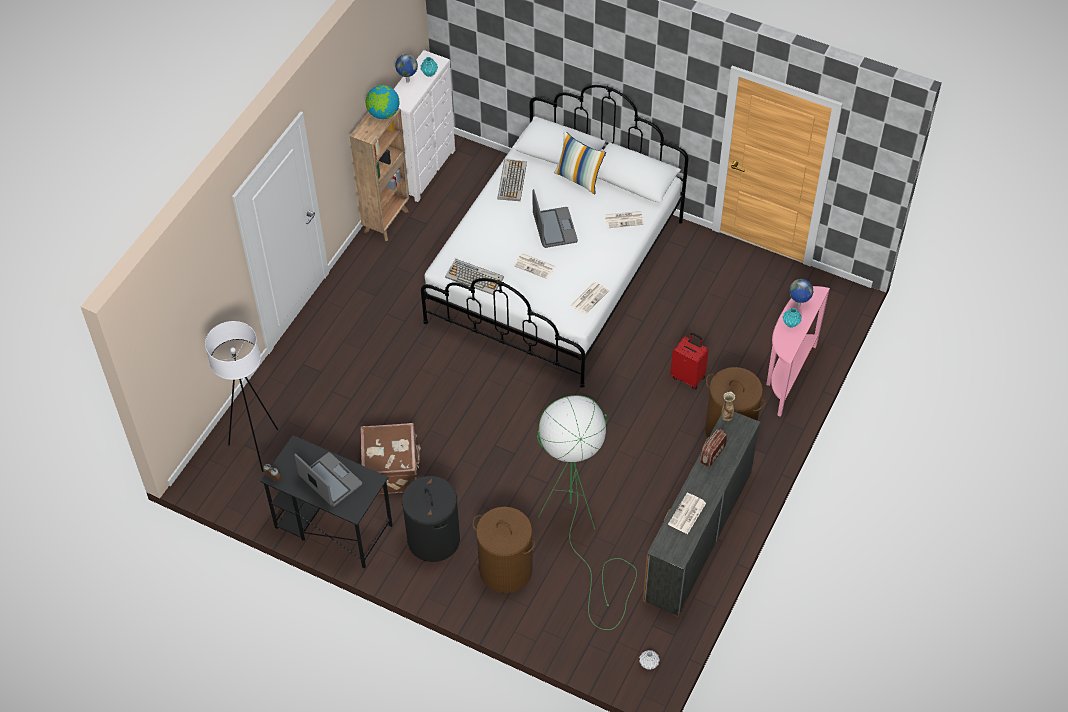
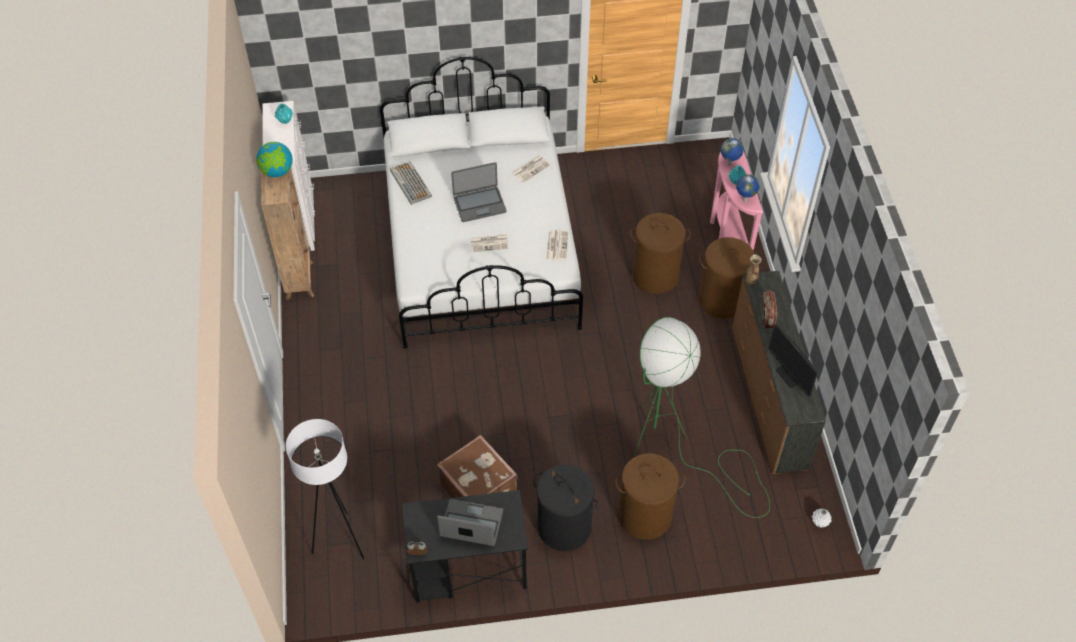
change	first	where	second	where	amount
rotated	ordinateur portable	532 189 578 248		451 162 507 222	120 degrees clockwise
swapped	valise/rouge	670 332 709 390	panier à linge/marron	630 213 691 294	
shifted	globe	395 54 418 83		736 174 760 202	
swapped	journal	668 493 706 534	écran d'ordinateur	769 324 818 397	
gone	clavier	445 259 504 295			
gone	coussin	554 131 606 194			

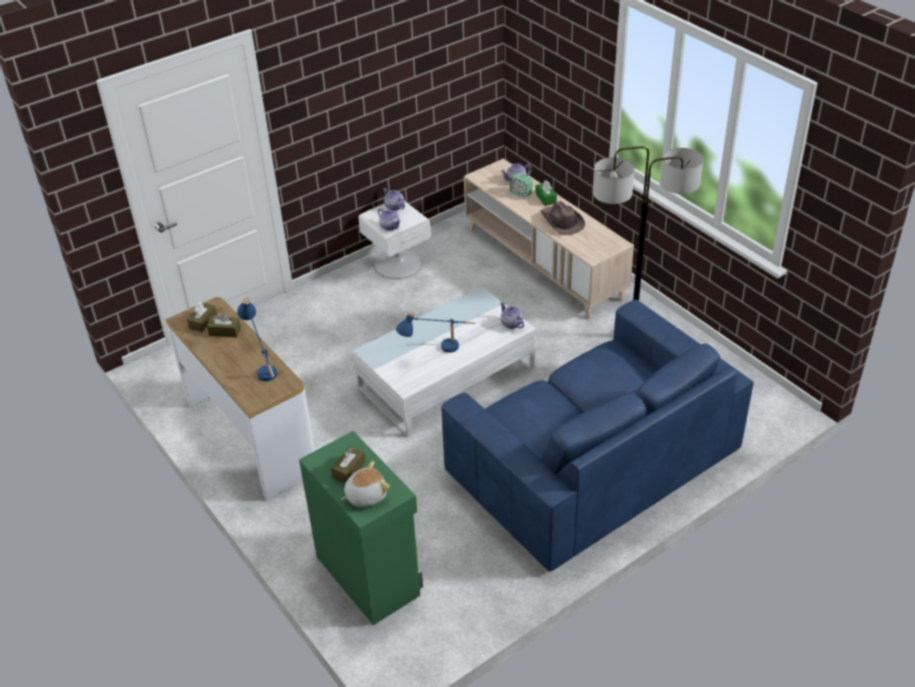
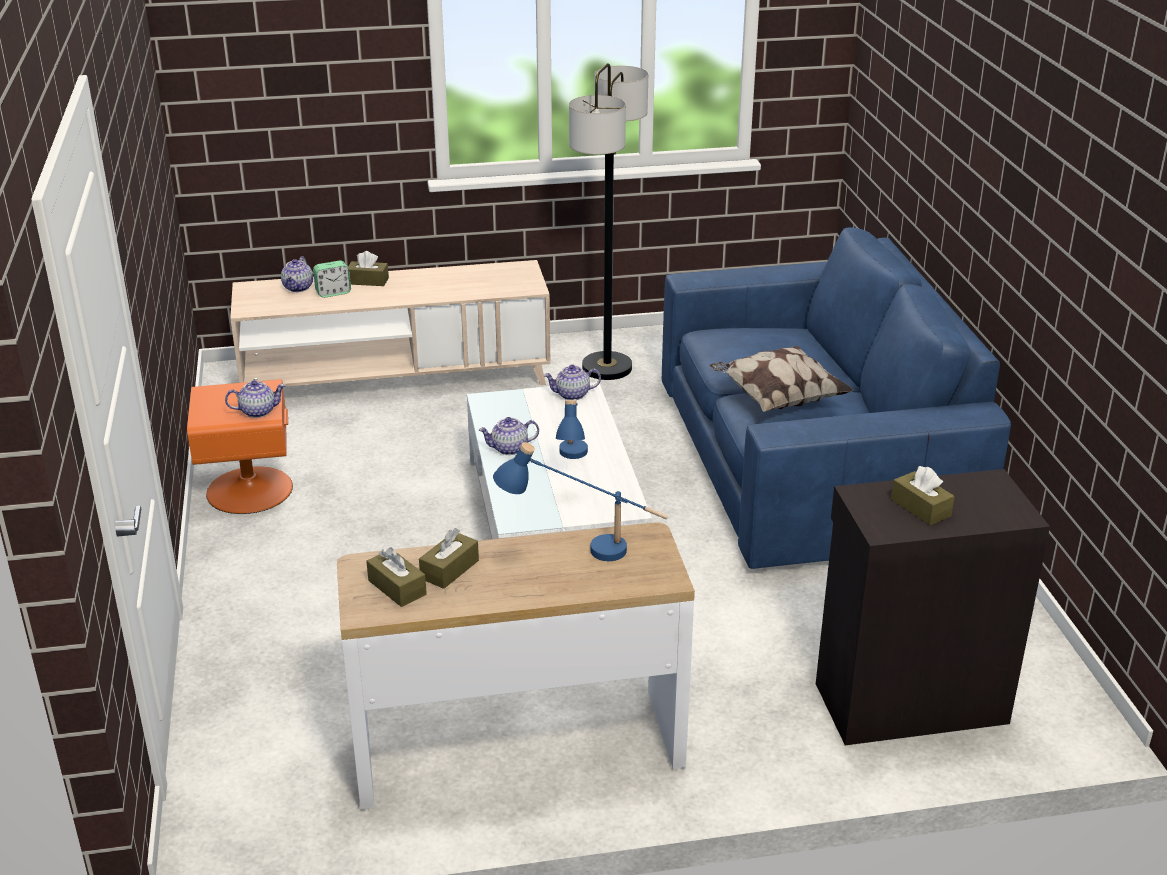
change	first	where	second	where	amount
repainted	table de chevet/blanc	358 201 431 279	table de chevet/orange	187 379 293 514	
repainted	boîte à mouchoirs/vert	535 180 557 206	boîte à mouchoirs/marron	348 251 389 286	
shifted	théière	383 188 405 211		479 417 539 455	
new			coussin	709 346 854 412	
repainted	meuble de rangement/vert	299 431 423 625	meuble de rangement/noir	816 469 1050 745	
gone	peluche	341 461 390 507			
gone	chapeau/marron	540 201 585 235			

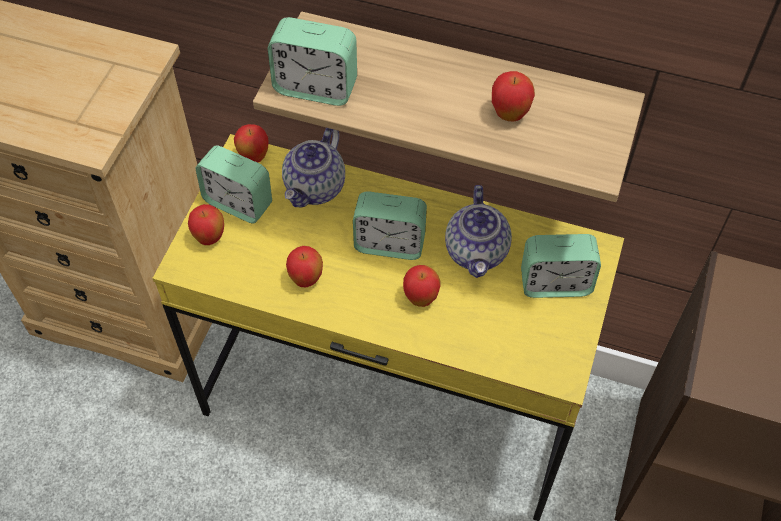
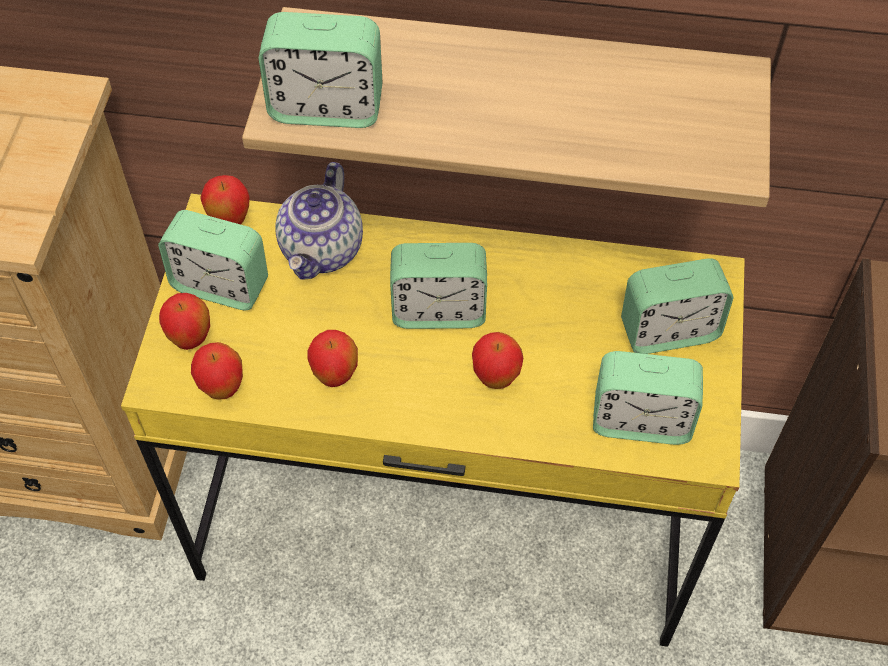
change	first	where	second	where	amount
shifted	pomme	492 71 535 122		191 342 243 400	
new			réveil	593 351 703 445	
gone	théière	445 185 512 278			

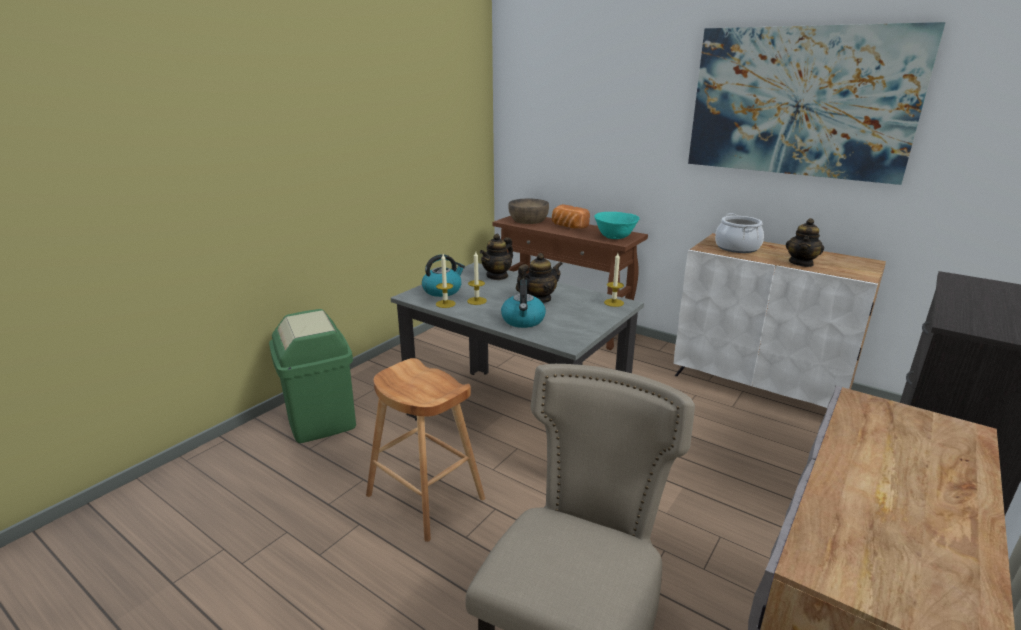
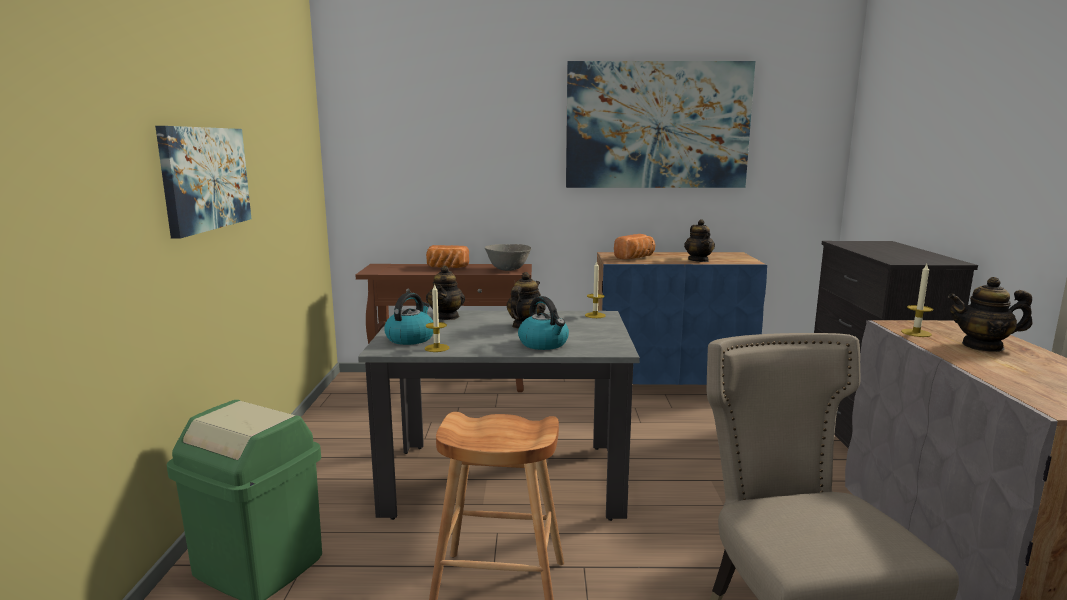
change	first	where	second	where	amount
new			tableau	155 126 251 239	
repainted	bol/turquoise	594 212 640 239	bol/gris	485 244 532 271	
repainted	meuble de rangement/blanc	674 233 886 408	meuble de rangement/bleu	597 252 767 385	
swapped	marmite	715 213 764 253	pain	614 234 655 259	
shifted	bougie	467 252 487 305		901 264 933 337	
new			théière	948 277 1032 352	
gone	bol/marron	508 199 549 224			

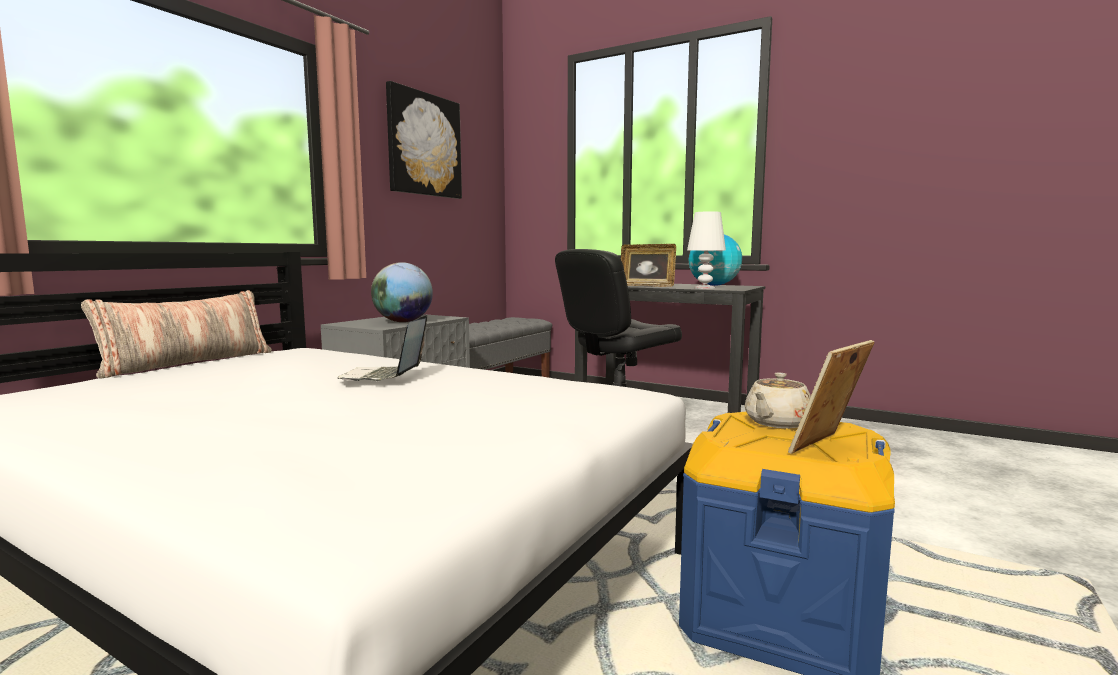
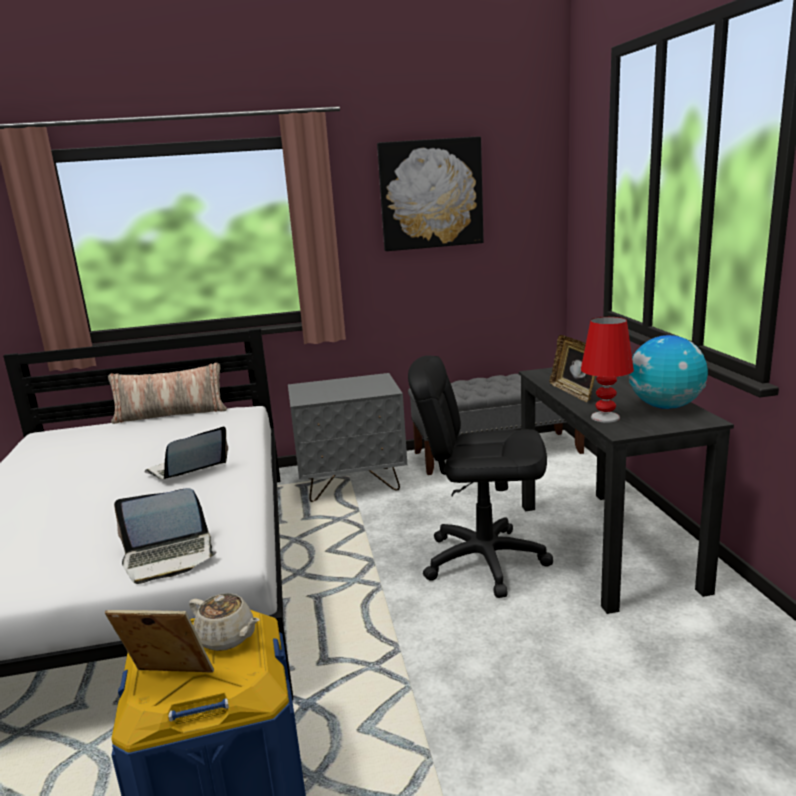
change	first	where	second	where	amount
new			ordinateur portable	114 488 217 584	
rotated	théière/beige	745 373 811 428		189 593 260 651	150 degrees counterclockwise
repainted	lampe de table/blanc	687 211 726 289	lampe de table/rouge	581 317 634 423	
gone	globe	371 262 433 322			

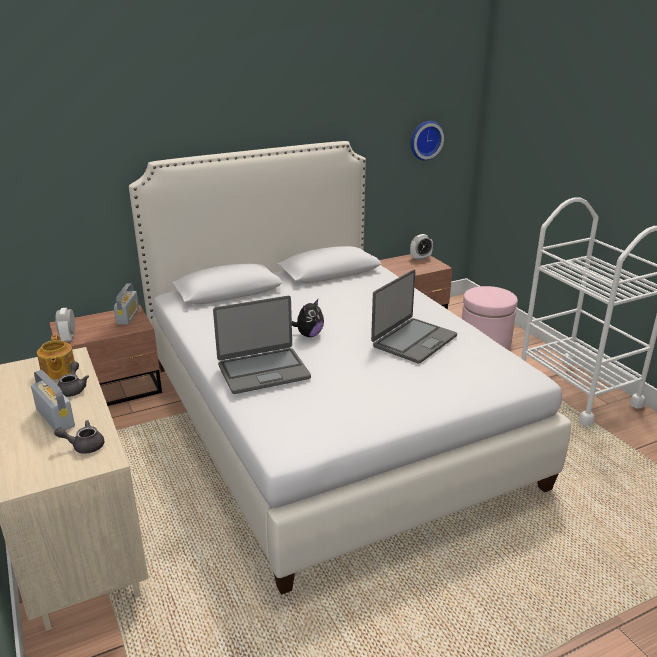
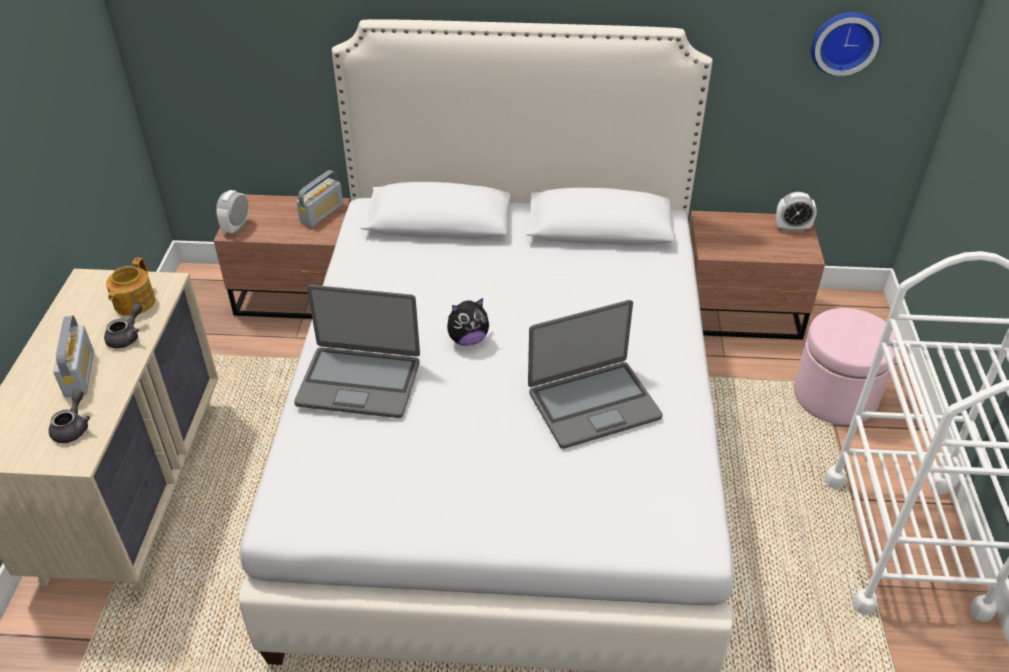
change	first	where	second	where	amount
rotated	théière/gris	54 420 104 454		49 390 90 443	75 degrees clockwise

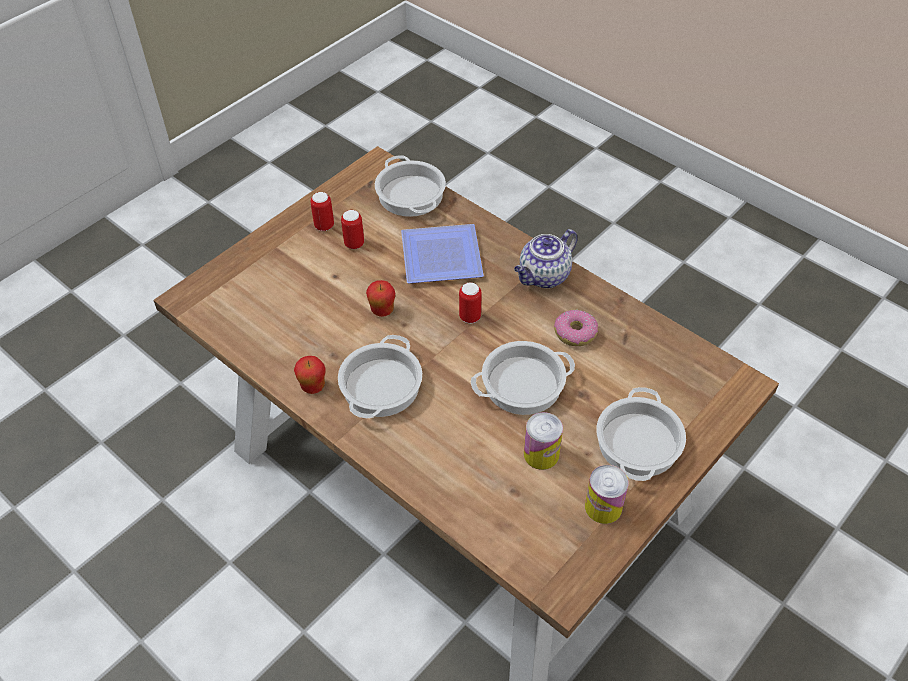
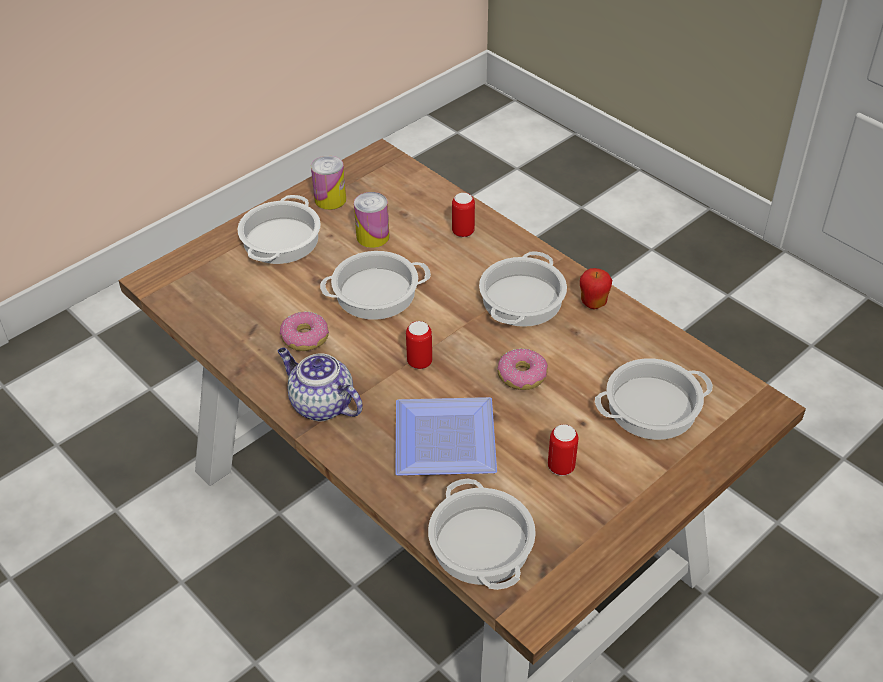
change	first	where	second	where	amount
rotated	théière	514 229 578 288		278 348 363 421	105 degrees counterclockwise
shifted	boîte métallique	310 192 334 231		452 193 475 237	
swapped	pomme	366 280 395 317	beignet	497 349 548 390	
new			marmite	595 358 713 440	

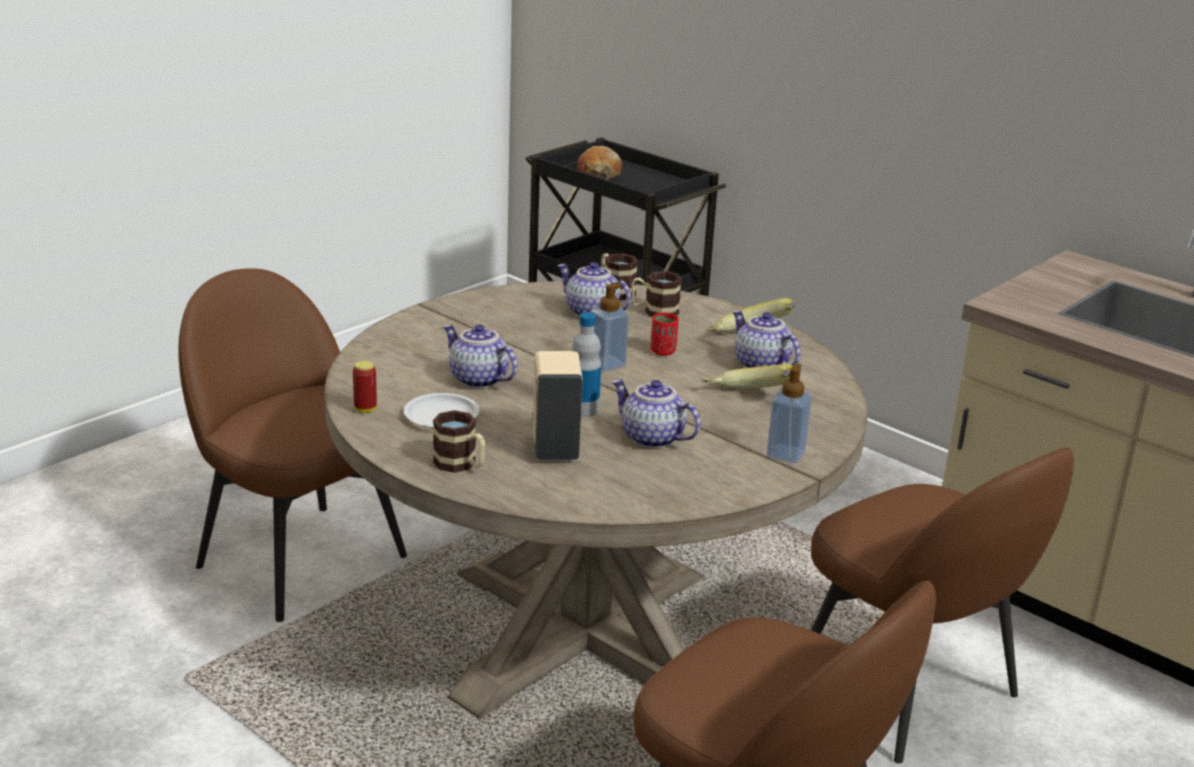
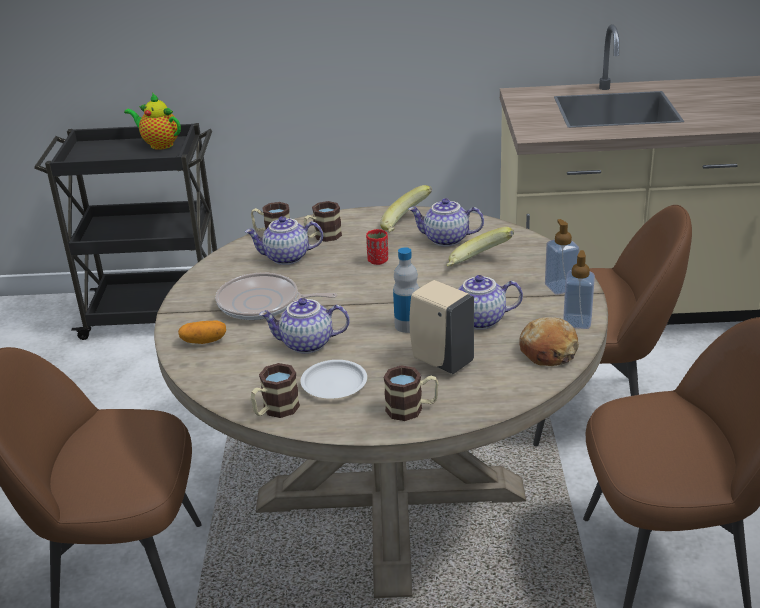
change	first	where	second	where	amount
new			théière	124 93 181 150	
new			pomme de terre	178 320 226 344	
new			poêle	216 273 337 320	
swapped	boîte métallique	353 361 377 413	mug	251 363 300 418	
shifted	pain	577 146 622 180		519 317 579 366	
shifted	distributeur de savon	590 283 629 371		563 250 595 329	

